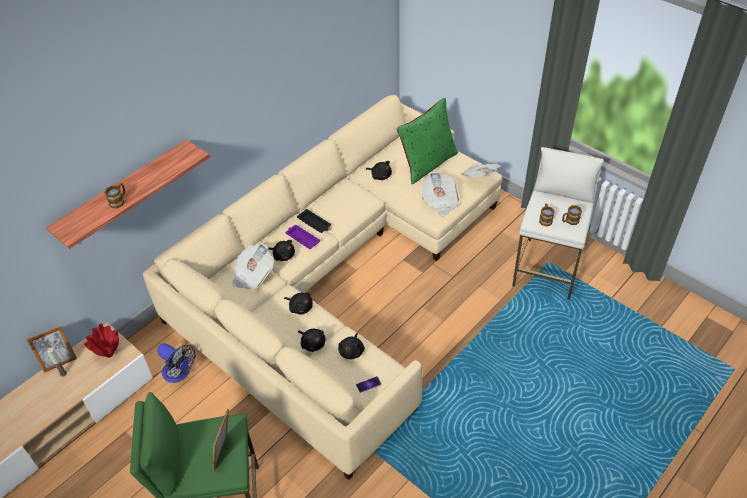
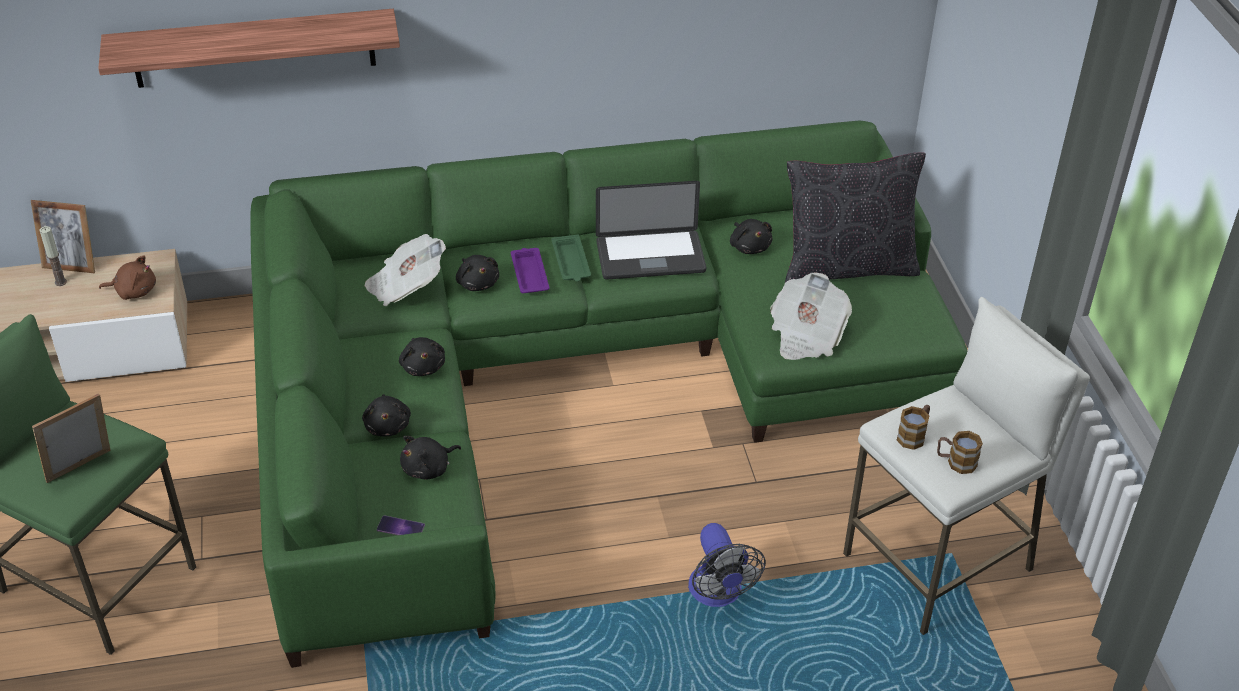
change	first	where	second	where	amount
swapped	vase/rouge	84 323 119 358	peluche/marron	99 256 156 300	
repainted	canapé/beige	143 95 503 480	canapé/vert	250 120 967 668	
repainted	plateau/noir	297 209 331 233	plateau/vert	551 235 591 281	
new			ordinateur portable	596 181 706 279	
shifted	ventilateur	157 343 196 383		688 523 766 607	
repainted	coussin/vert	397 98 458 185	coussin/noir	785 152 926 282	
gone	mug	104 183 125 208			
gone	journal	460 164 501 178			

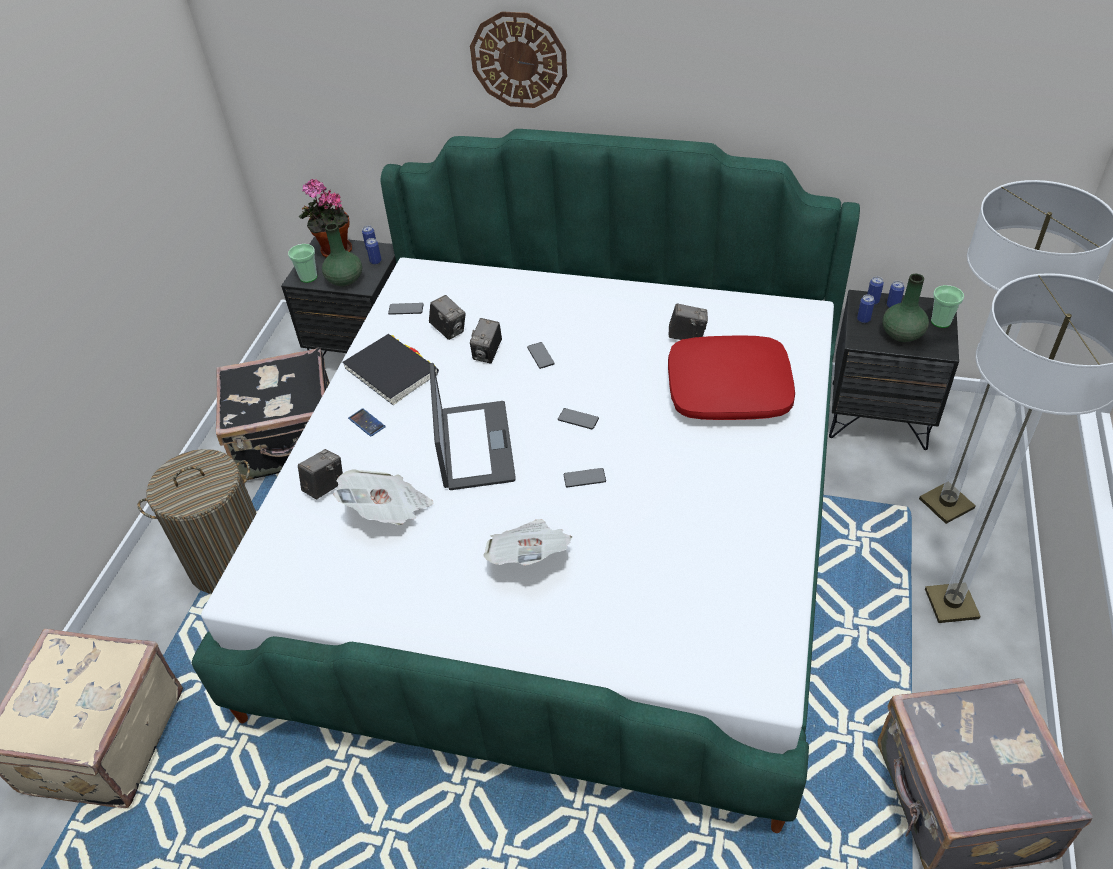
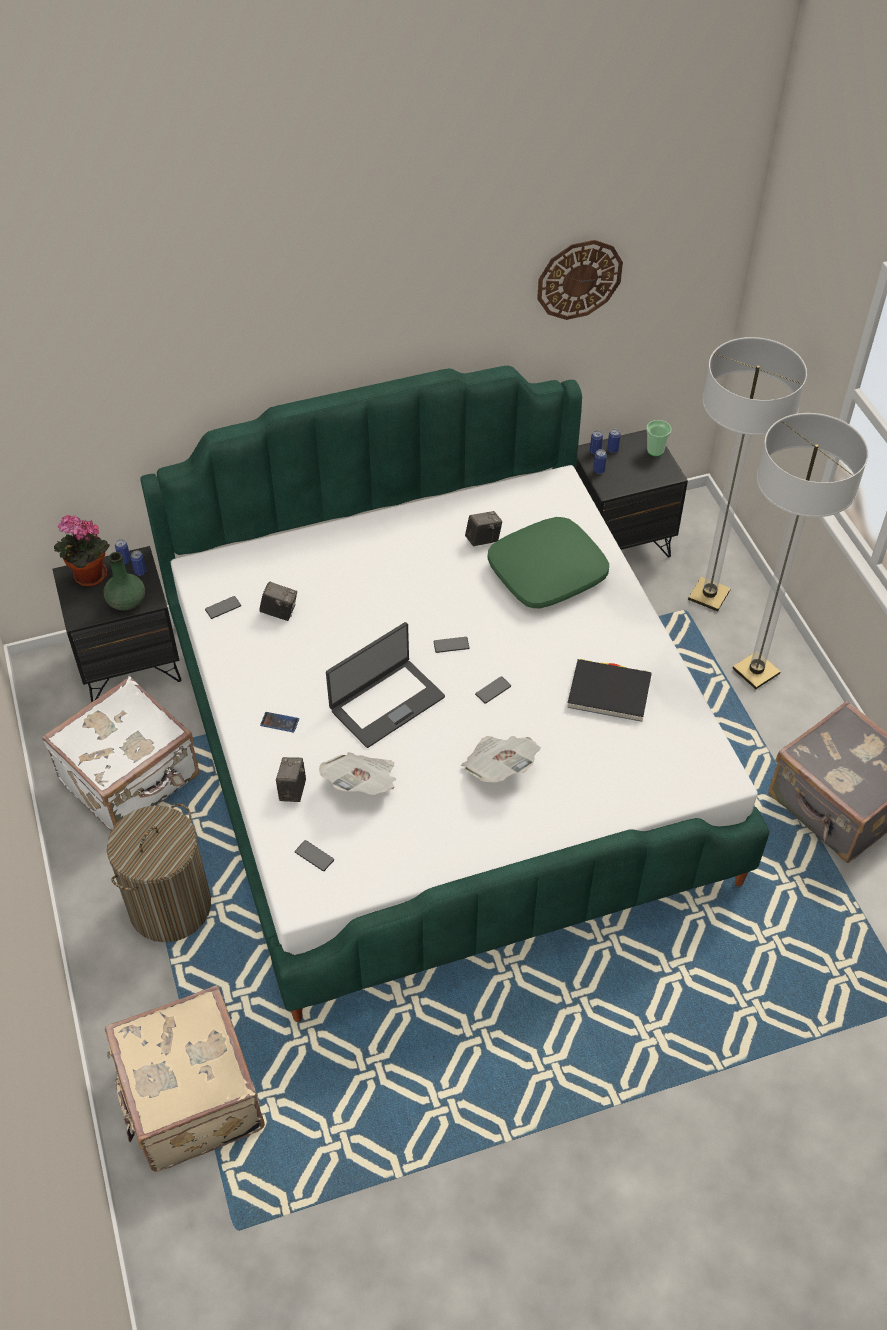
change	first	where	second	where	amount
repainted	valise/noir	216 347 330 481	valise/blanc	42 676 200 831	
shifted	téléphone	527 342 555 369		295 840 334 871	
rotated	ordinateur portable	429 363 516 490		326 622 445 748	90 degrees clockwise
repainted	coussin/rouge	668 335 795 420	coussin/vert	487 517 609 609	
shifted	horloge murale	470 11 567 108		537 240 623 320	
shifted	livre/noir	342 334 439 405		568 659 652 722	
gone	tasse	288 244 317 283			
gone	appareil photo	470 318 502 363			
gone	vase/vert	882 274 929 342			

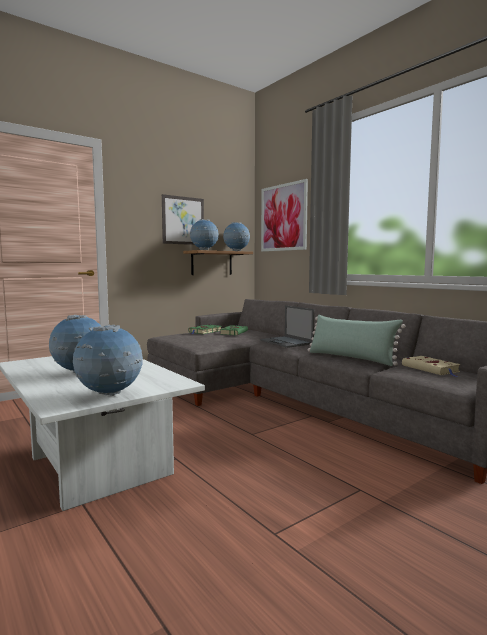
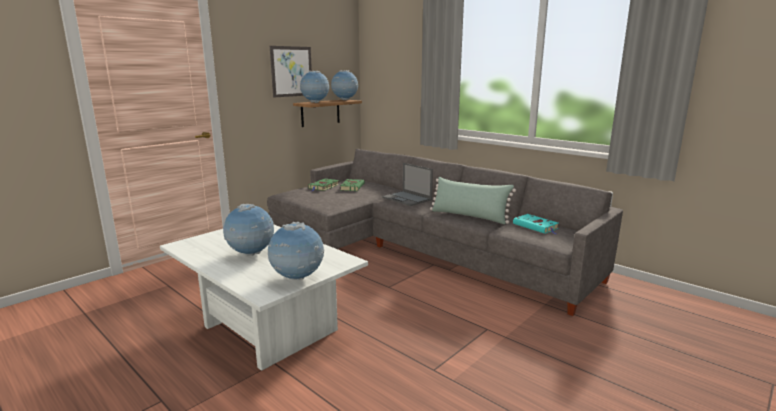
change	first	where	second	where	amount
repainted	livre/beige	402 356 460 377	livre/turquoise	513 214 559 234	
gone	tableau	261 179 308 252			

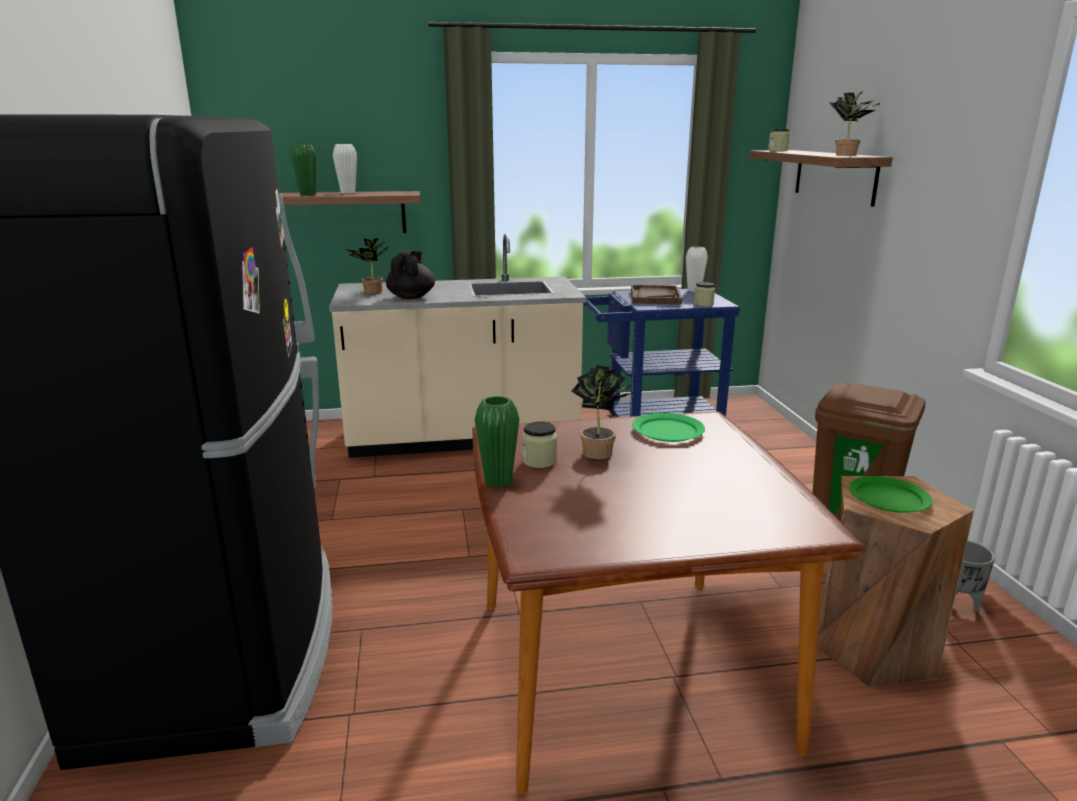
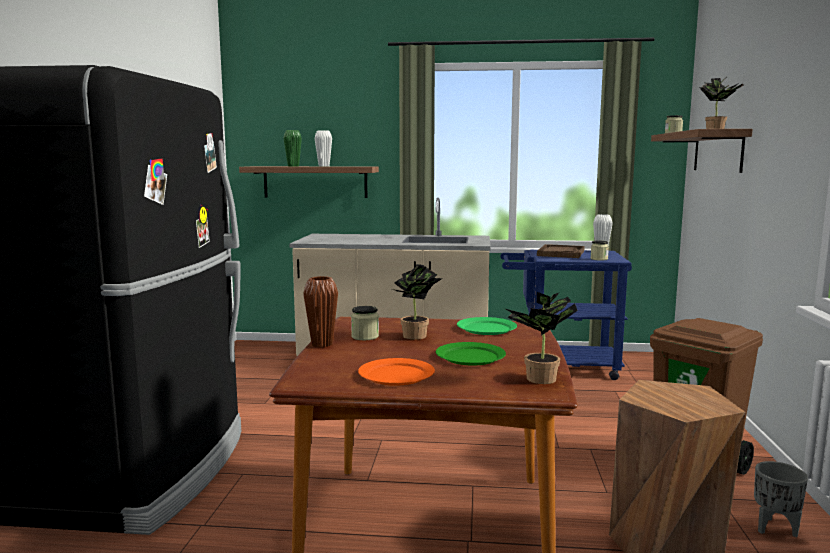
change	first	where	second	where	amount
repainted	vase/vert	475 396 519 487	vase/marron	303 276 338 347	
new			assiette/orange	358 358 435 386	
shifted	assiette/vert	849 476 933 513		436 342 506 365	
shifted	plante en pot	346 238 389 294		506 292 578 384	
gone	théière/noir	386 250 435 299			

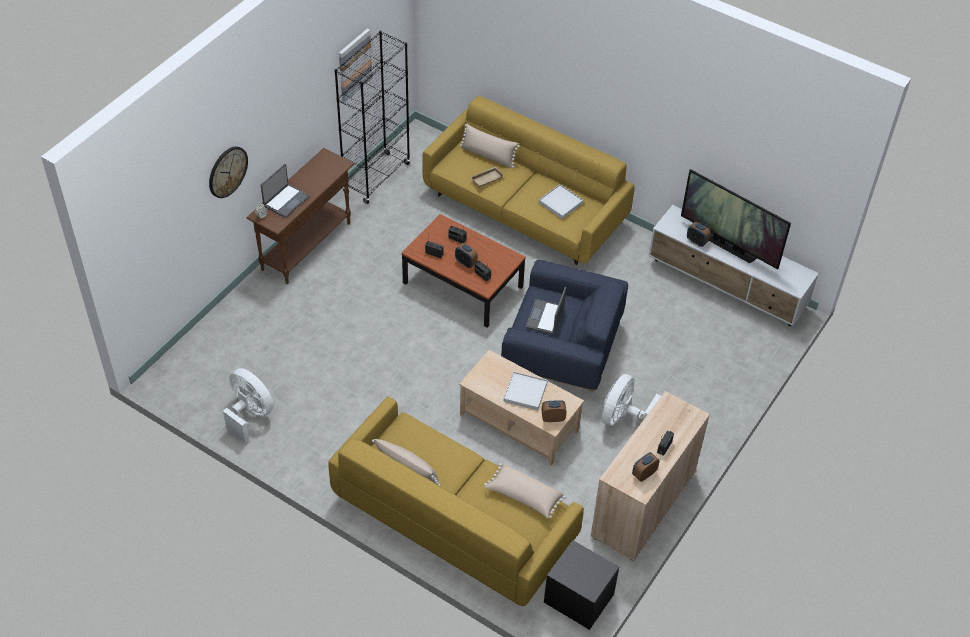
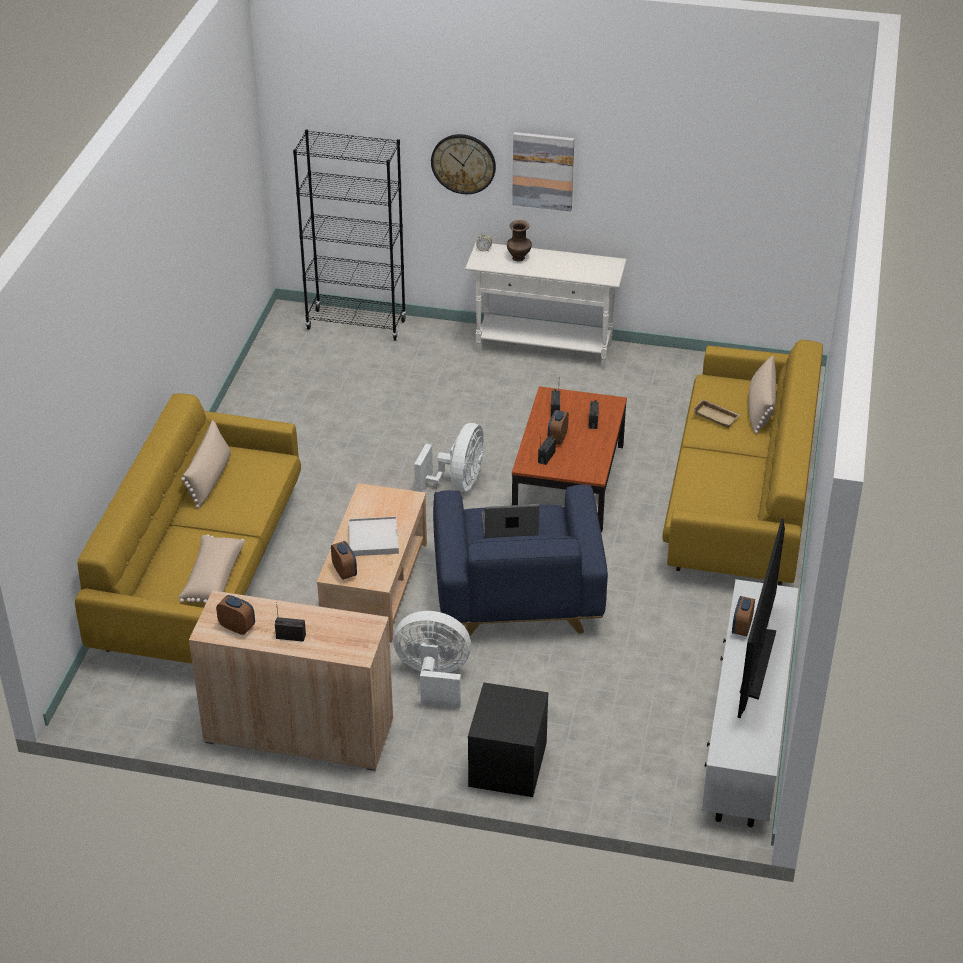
change	first	where	second	where	amount
shifted	bibliothèque/noir	334 31 411 204		293 130 406 341	
shifted	ventilateur/blanc	223 368 274 443		414 423 484 492	
repainted	table console/marron	247 148 355 284	table console/blanc	465 243 627 369	
shifted	table de chevet/noir	544 540 619 630		468 682 549 797	
swapped	ordinateur portable	261 164 309 218	vase/marron	507 220 532 262	
shifted	tableau	339 29 372 102		512 132 574 212	
gone	plateau/blanc	539 184 584 219			

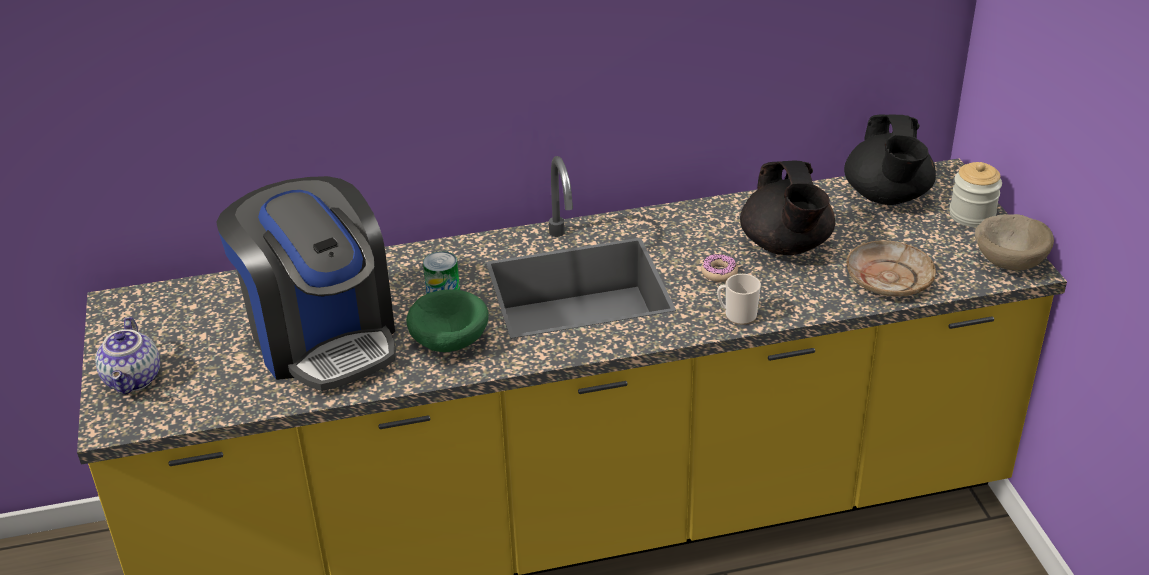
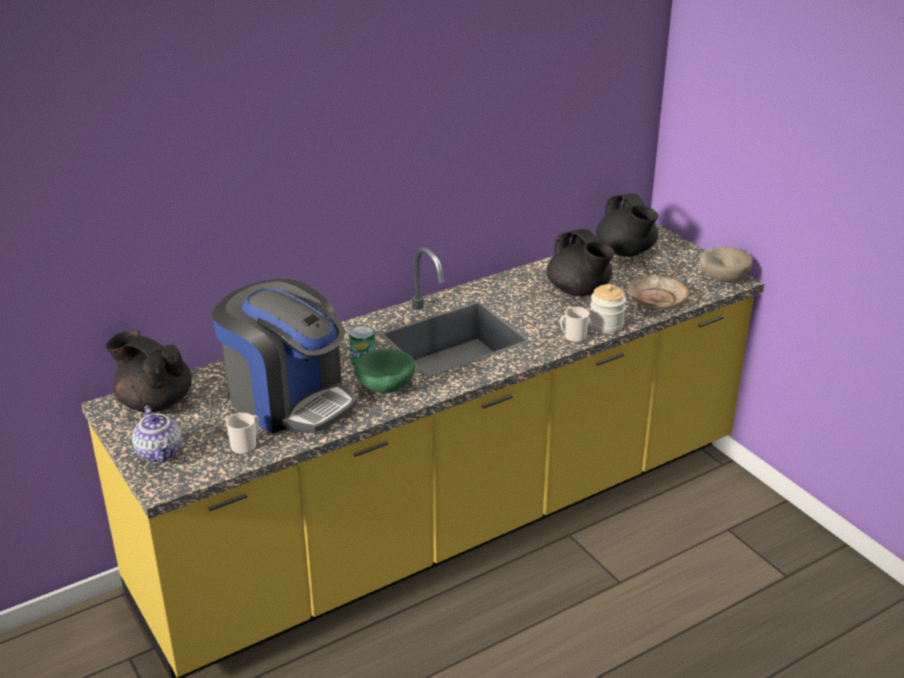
change	first	where	second	where	amount
new			théière/noir	106 330 192 412	
new			mug	226 413 259 454	
shifted	bocal	949 162 1002 227		589 284 626 334	
gone	beignet	701 254 738 282			

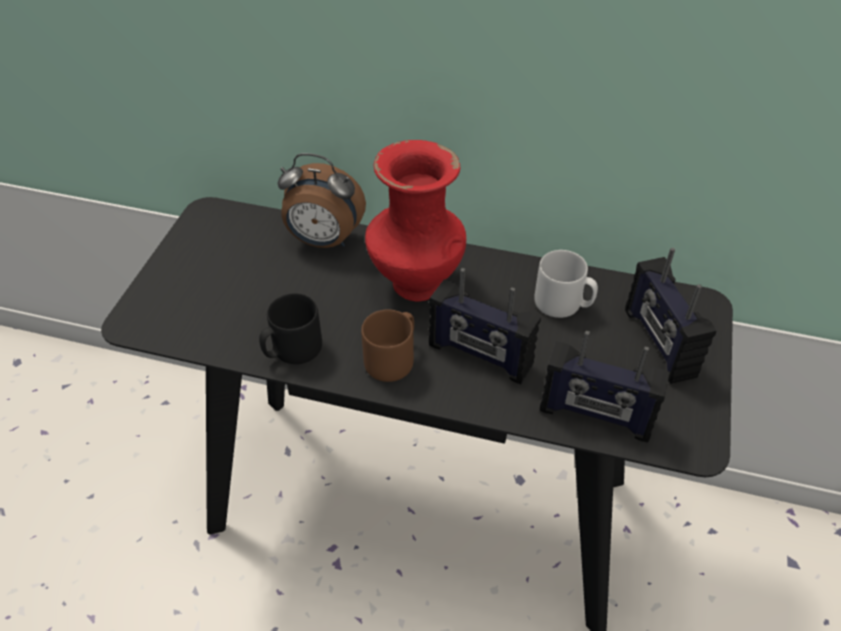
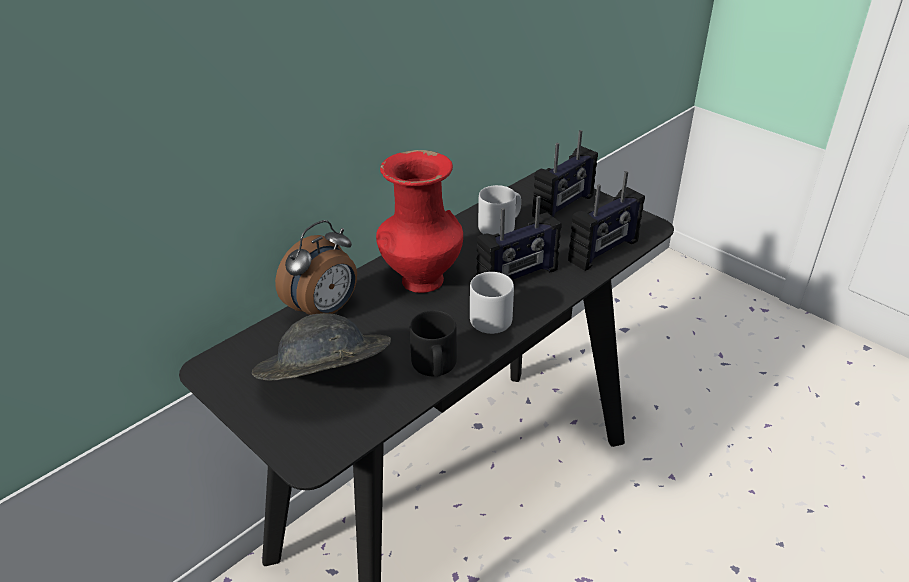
change	first	where	second	where	amount
new			chapeau/gris	252 313 391 380	
repainted	mug/marron	361 309 414 382	mug/gris	470 272 514 334	
rotated	radio	625 248 716 384		532 130 598 218	60 degrees counterclockwise

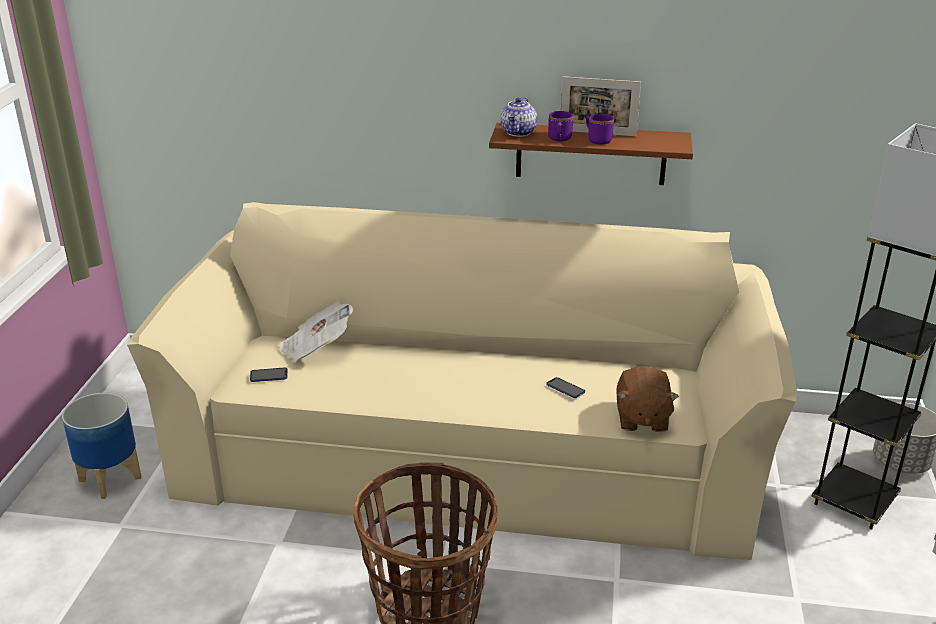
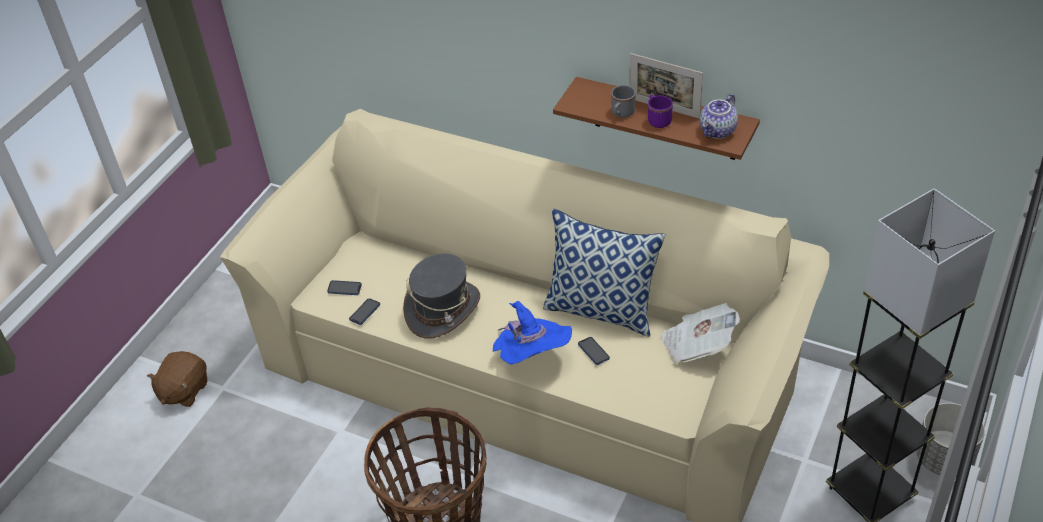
change	first	where	second	where	amount
shifted	peluche/marron	616 366 679 432		147 351 207 407	
new			téléphone	349 298 380 325	
new			chapeau/gris	403 253 480 339	
new			chapeau/bleu	493 301 572 365	
new			coussin	543 209 665 337	
repainted	mug/violet	548 111 573 141	mug/gris	611 85 636 118	
shifted	journal	278 302 353 362		660 303 740 363	
shifted	théière	501 97 537 137		700 94 738 139	
gone	cache-pot	62 393 142 499			

